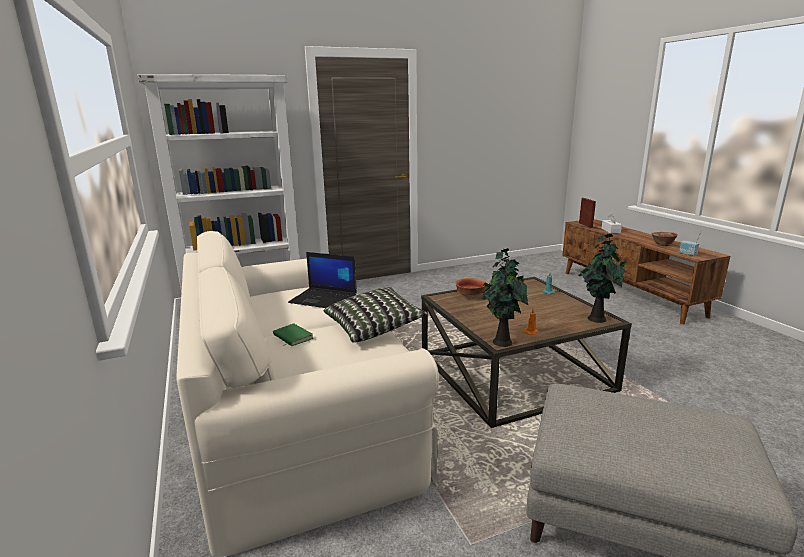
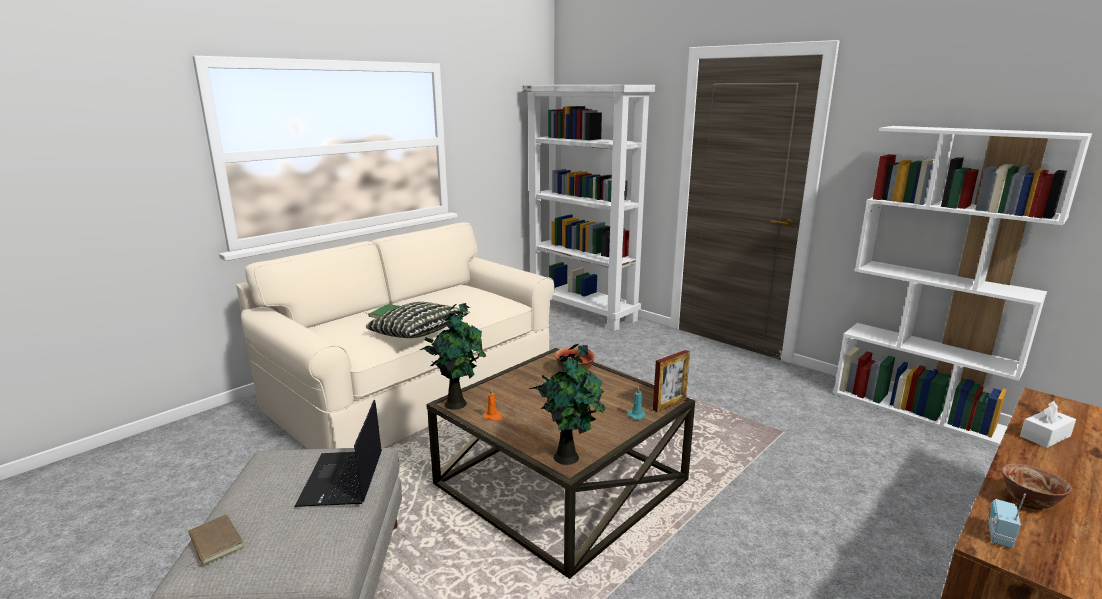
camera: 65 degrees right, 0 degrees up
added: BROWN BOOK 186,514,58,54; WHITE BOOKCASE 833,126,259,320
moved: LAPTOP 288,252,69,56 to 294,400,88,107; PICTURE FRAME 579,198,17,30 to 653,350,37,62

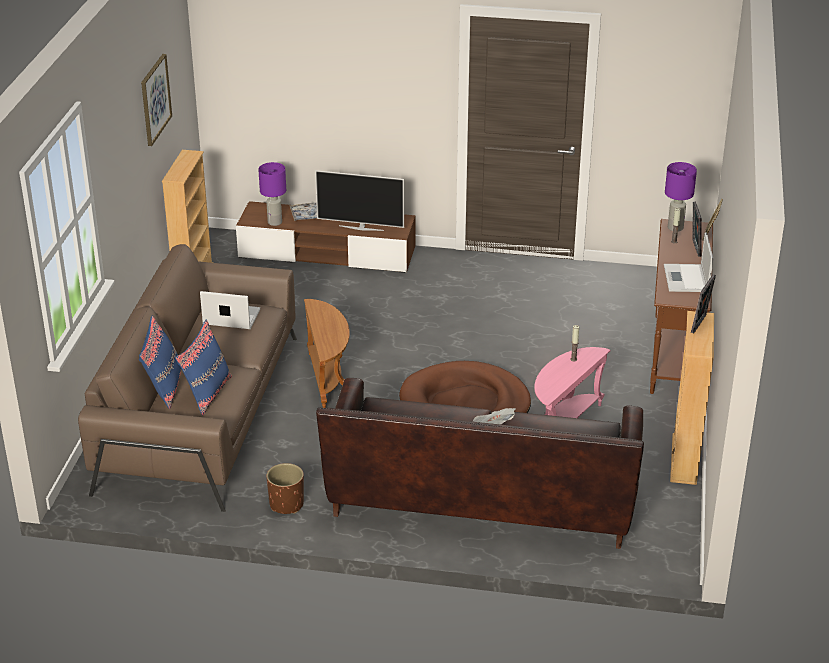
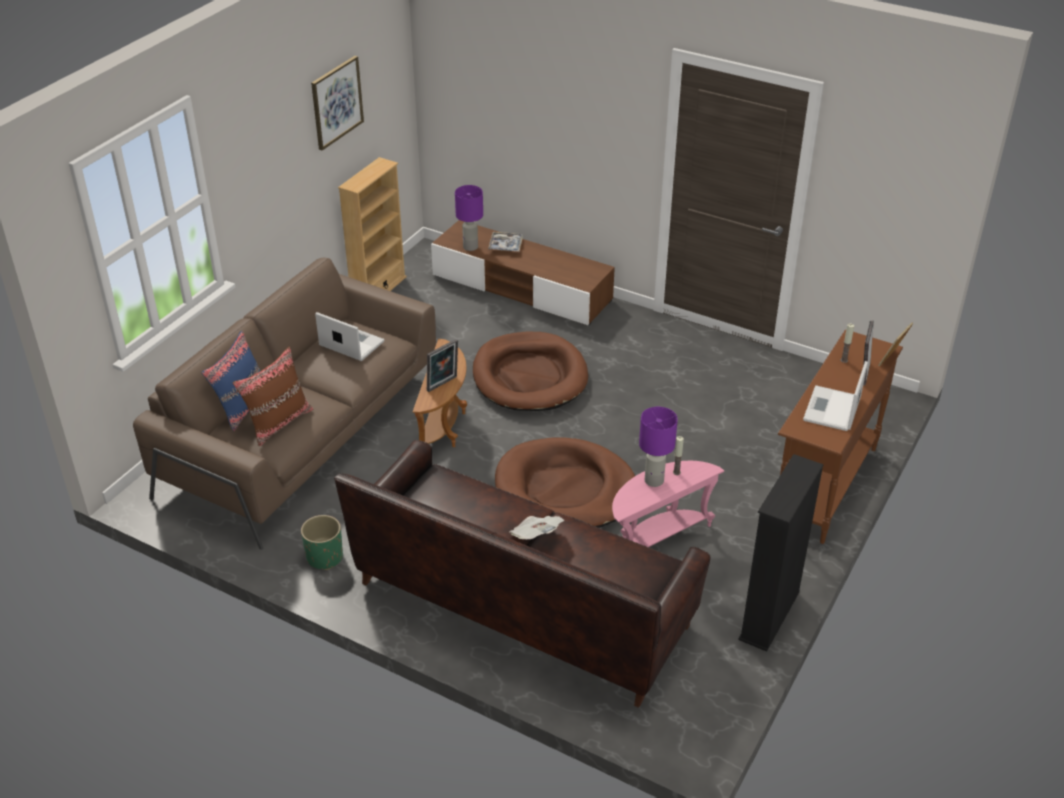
camera: 20 degrees right, 5 degrees up
removed: TELEVISION 315,170,89,61
added: BROWN DOG BED 473,331,115,80
moved: PICTURE FRAME 691,274,25,60 to 427,339,31,53; PURPLE TABLE LAMP 665,162,32,69 to 639,407,39,80
recoloured: BLUE PILLOW 175,320,57,95 to BROWN PILLOW 233,347,81,99; BROWN PLANTER 266,463,38,51 to GREEN PLANTER 301,515,42,55; BEIGE BOOKCASE 670,311,44,174 to BLACK BOOKCASE 738,454,86,198

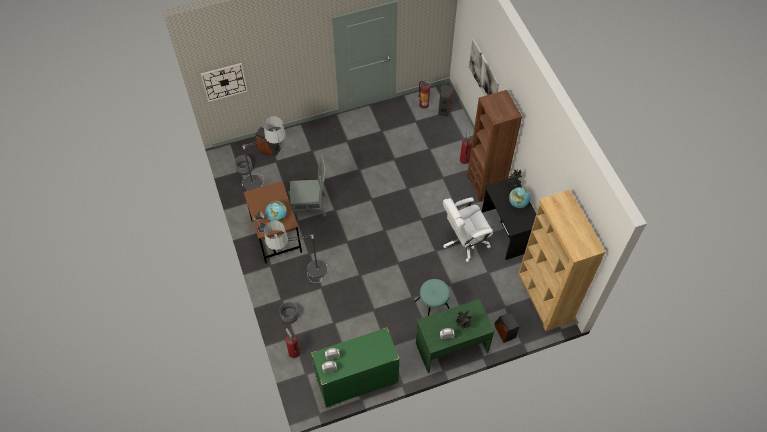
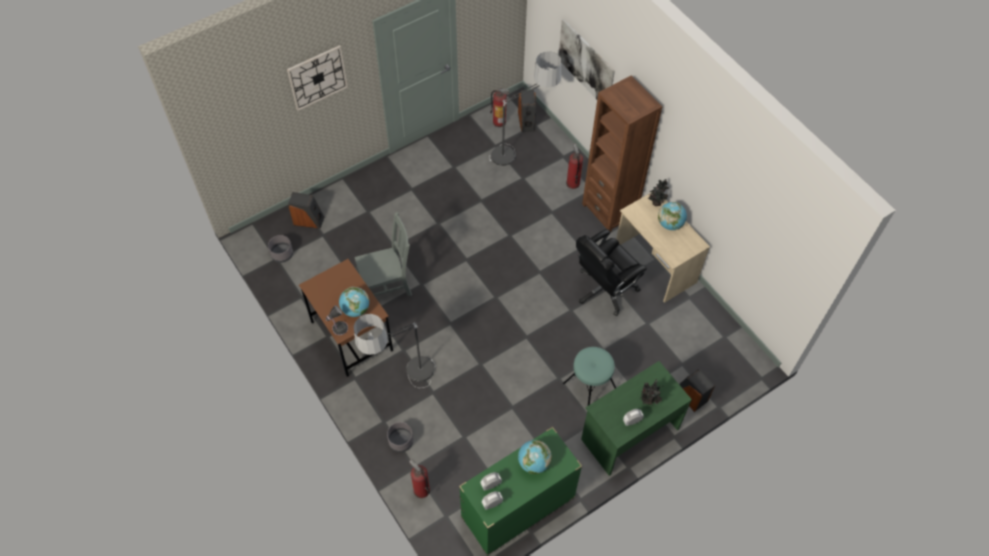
camera: 15 degrees left, 0 degrees up
removed: BROWN BOOKCASE 518,190,88,141
added: GLOBE 518,440,34,34
moved: WALL CLOCK 201,63,47,39 to 287,45,61,66; FLOOR LAMP 242,116,44,75 to 489,52,73,114
recoloured: WHITE OFFICE CHAIR 443,197,50,65 to BLACK OFFICE CHAIR 576,229,71,87; BLACK DESK 482,178,54,82 to BEIGE DESK 616,192,94,111

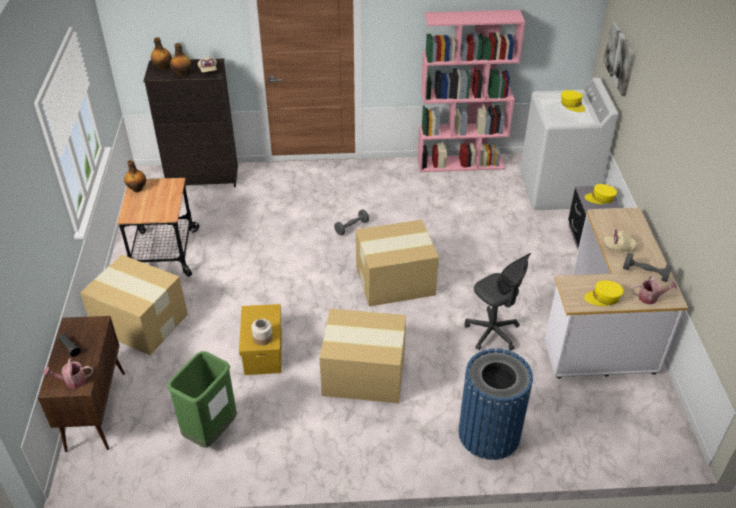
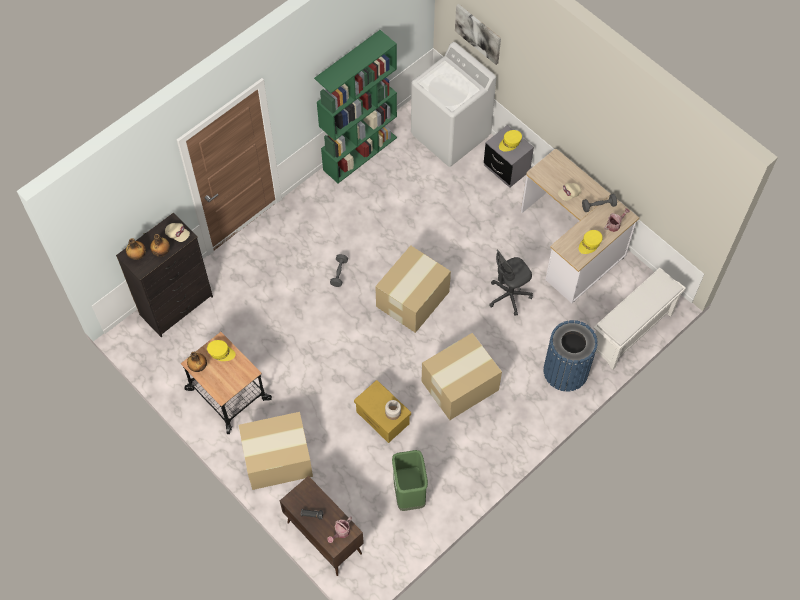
camera: 40 degrees left, 20 degrees up
added: WHITE SHOE RACK 593,268,93,102
moved: YELLOW CAP 561,90,24,22 to 207,340,29,21
recoloured: PINK BOOKCASE 418,10,107,162 to GREEN BOOKCASE 314,30,83,153
turned: GREY OFFICE CHAIR 464,253,67,98 = 489,250,44,66 135 degrees clockwise

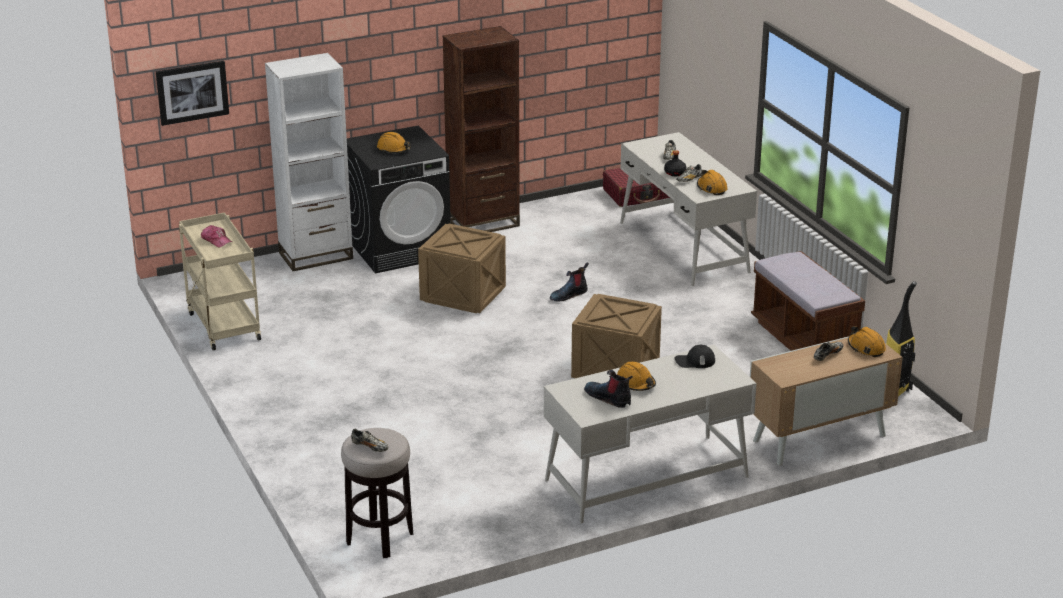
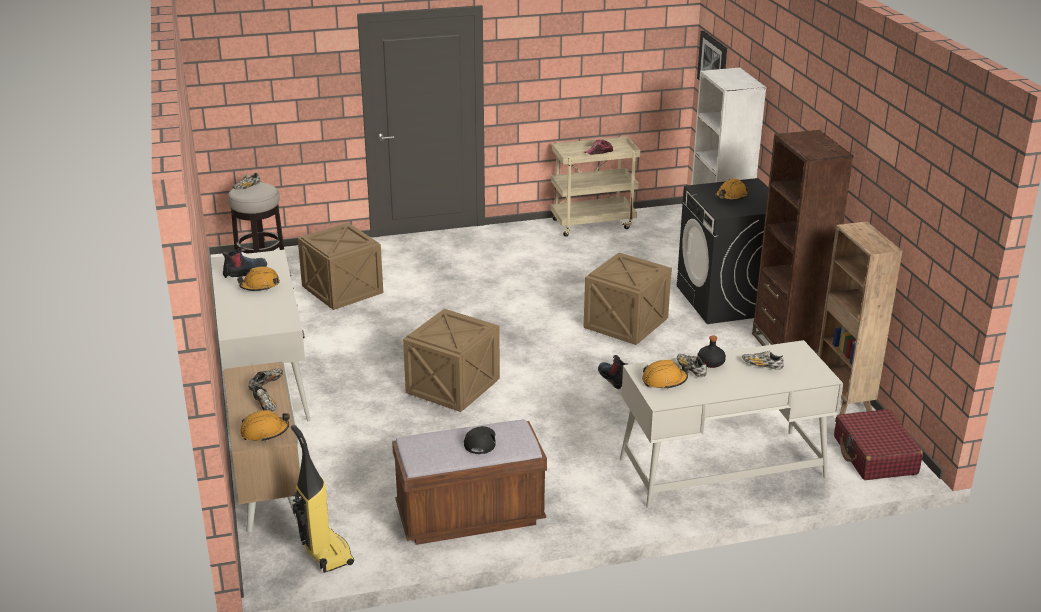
camera: 100 degrees right, 0 degrees up
added: SHOE 248,368,35,23; CRATE 298,223,85,87; BROWN BOOKCASE 818,221,84,193
moved: BLACK CAP 675,345,40,23 to 464,426,32,28

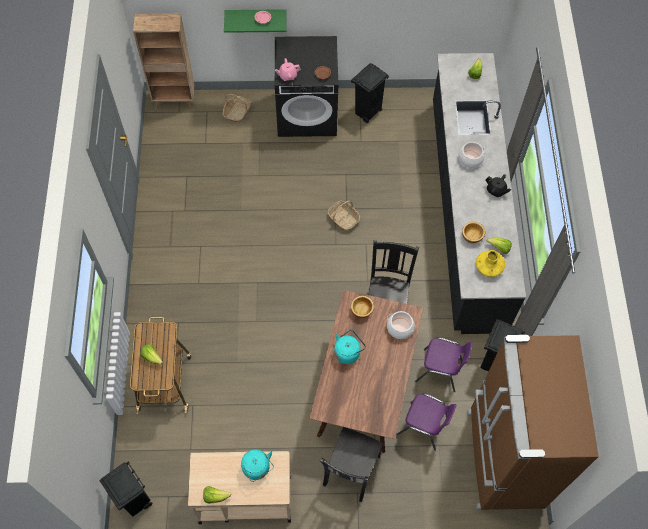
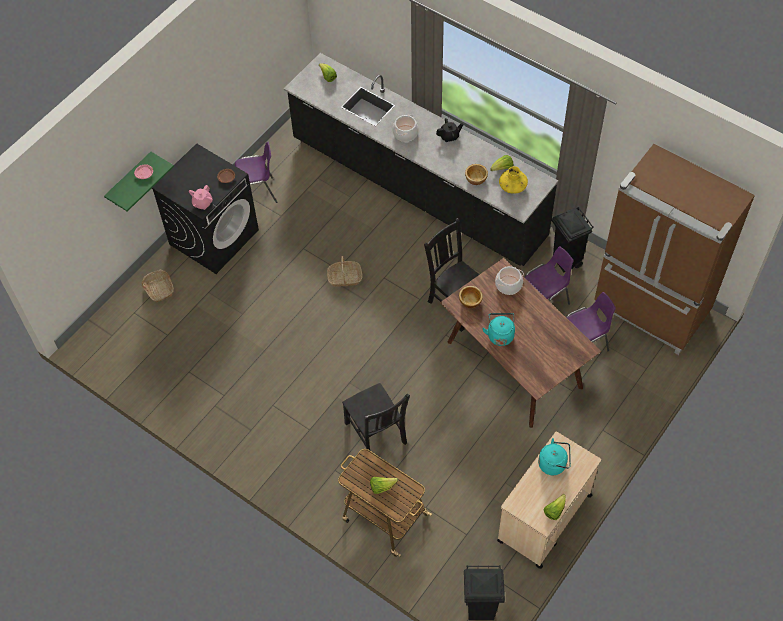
camera: 50 degrees left, 5 degrees down
removed: BROWN BOOKCASE 133,14,61,96
moved: BLACK CHAIR 320,427,63,75 to 342,383,68,78
replaced: BLACK TRASH CAN 351,63,38,60 to PURPLE CHAIR 235,142,42,61

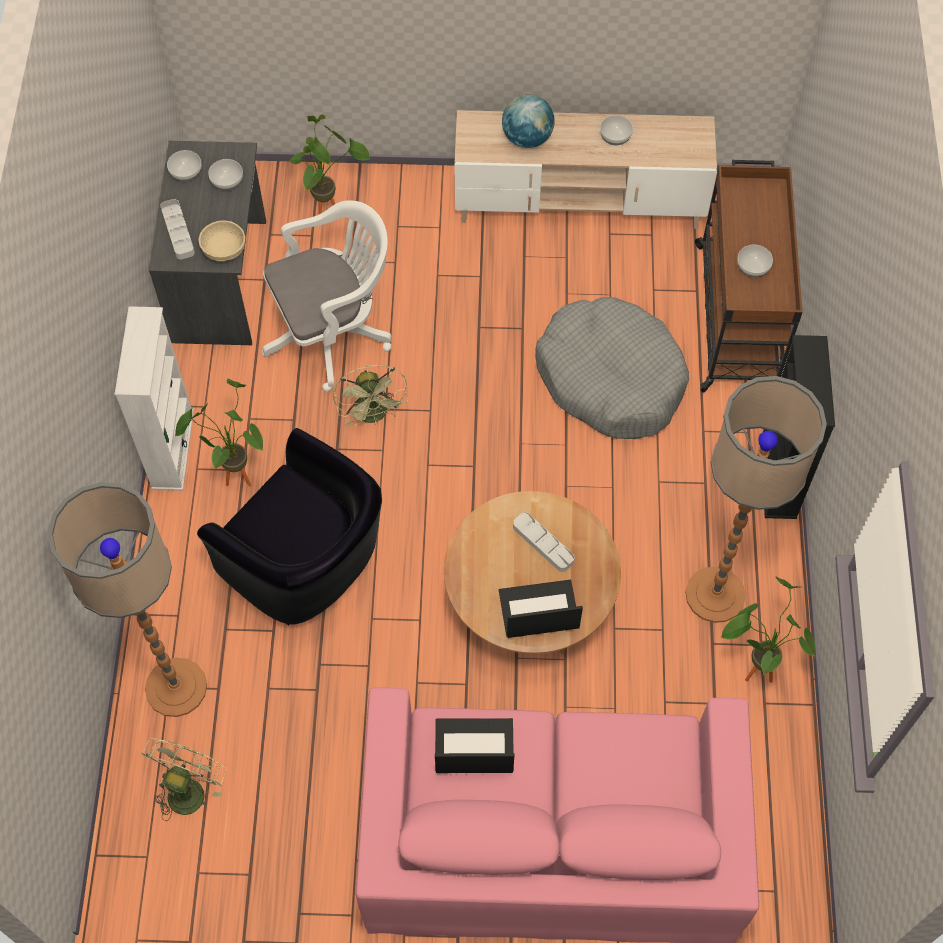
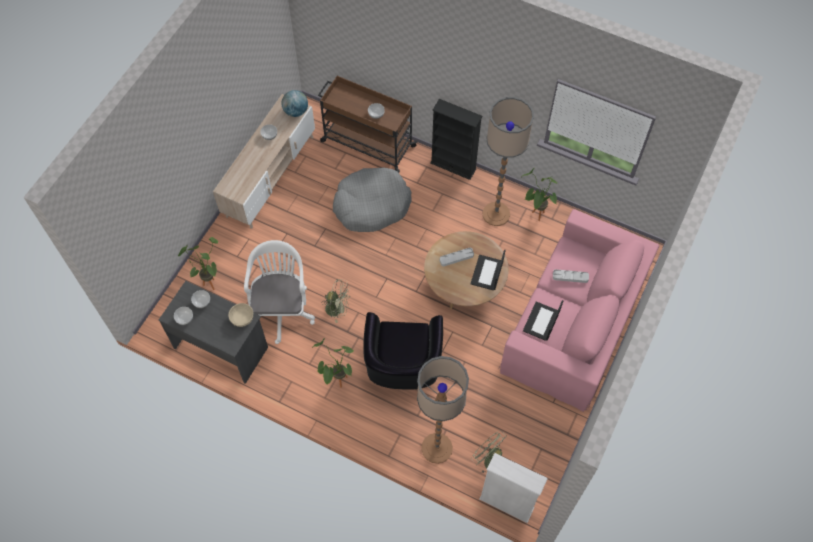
camera: 65 degrees left, 0 degrees up
moved: GLOBE 502,94,52,54 to 282,90,26,27; WHITE BOOKCASE 115,306,79,185 to 479,453,69,70; GREY TRAY 160,199,35,60 to 553,269,36,14
turned: BLACK ARMCHAIR 197,428,185,198 = 363,312,80,78 120 degrees clockwise

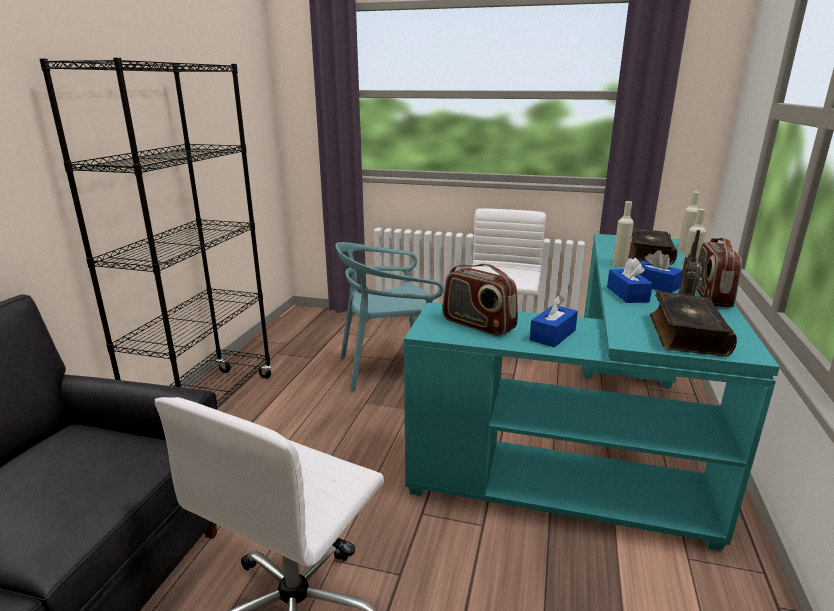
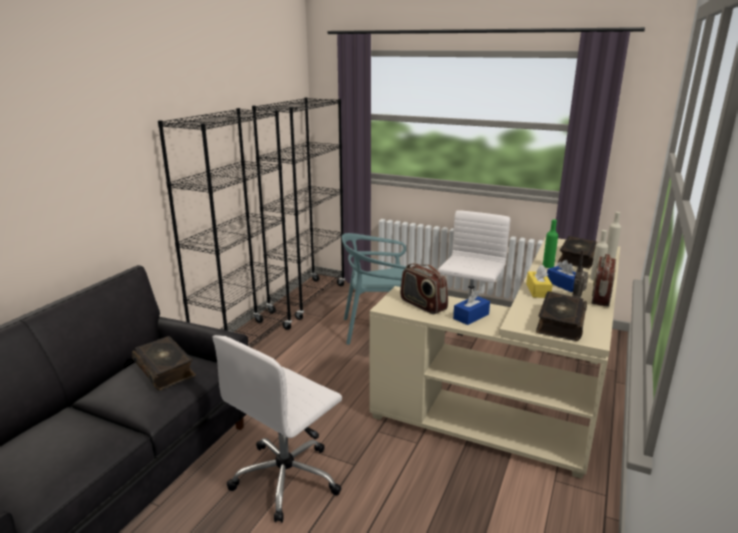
camera: 10 degrees right, 0 degrees up
added: BOOK 132,336,64,54; BLACK BOOKCASE 252,97,93,223
recoloured: TURQUOISE DESK 404,234,376,317 to BEIGE DESK 370,237,250,242; BLUE TISSUE BOX 607,257,46,46 to YELLOW TISSUE BOX 526,265,27,33; BEIGE BOTTLE 612,201,22,66 to GREEN BOTTLE 543,219,15,49

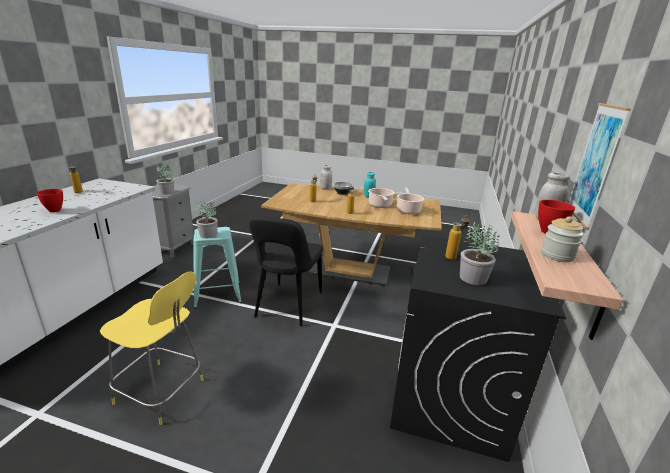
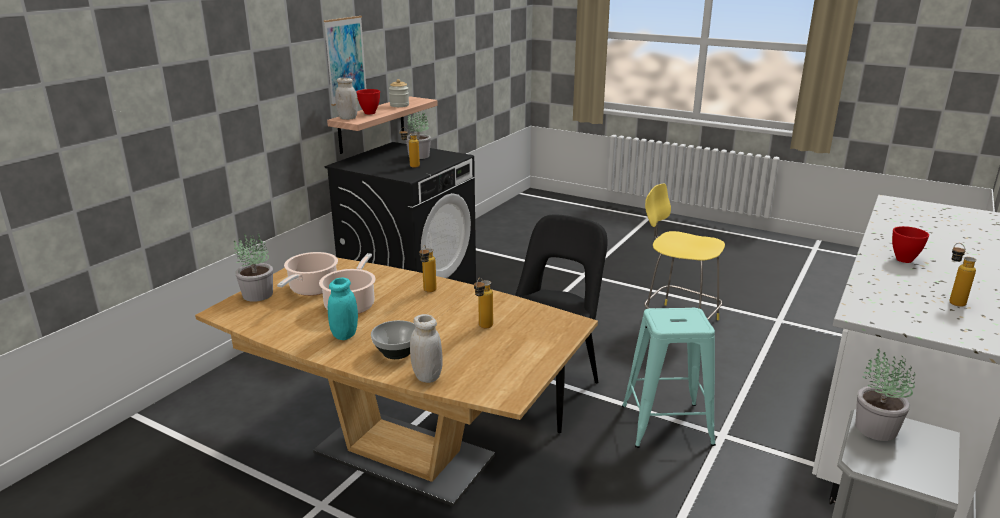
camera: 165 degrees left, 0 degrees up
moved: POTTED PLANT 196,202,22,36 to 234,234,39,68

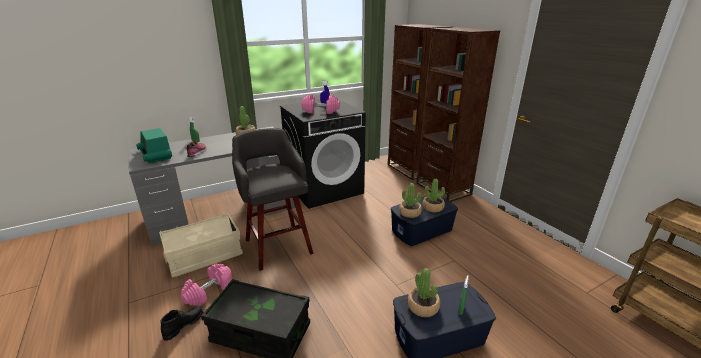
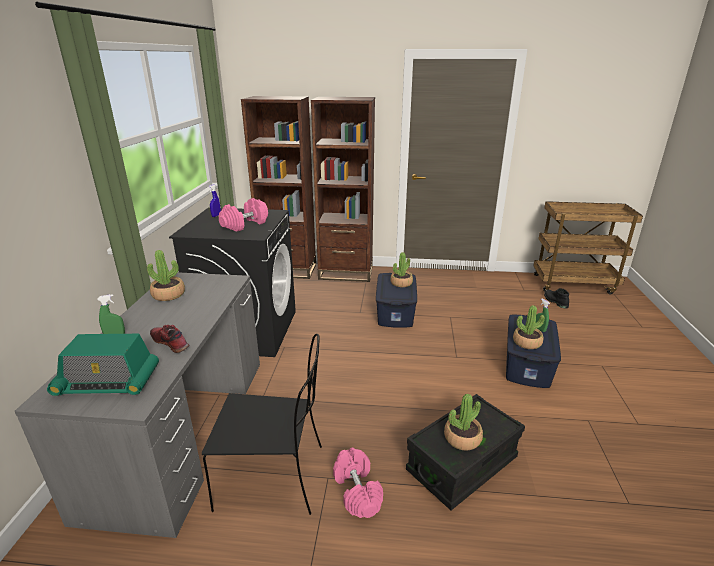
camera: 55 degrees left, 0 degrees up
removed: GREY STOOL 232,128,81,143
moved: POTTED PLANT 399,183,23,35 to 444,394,39,57; BLACK BOOT 160,306,44,35 to 544,288,25,20
replaced: BEIGE STORAGE BOX 159,213,84,64 to BLACK CHAIR 202,334,120,181

